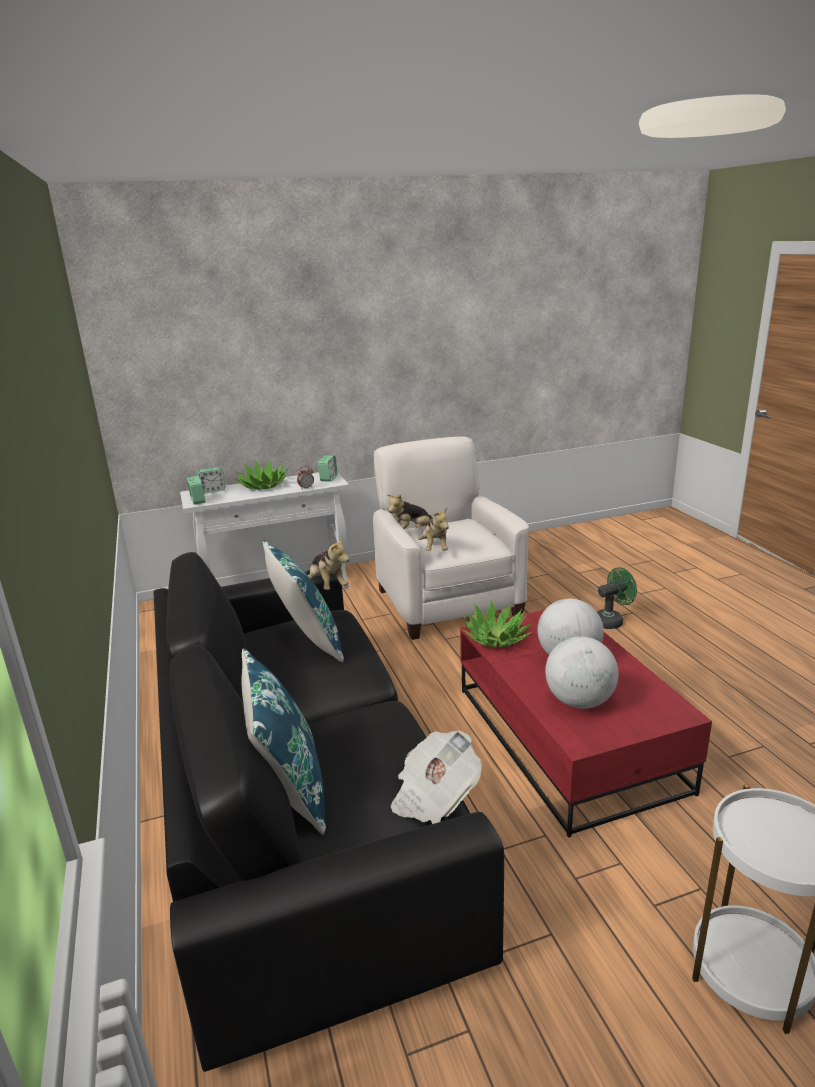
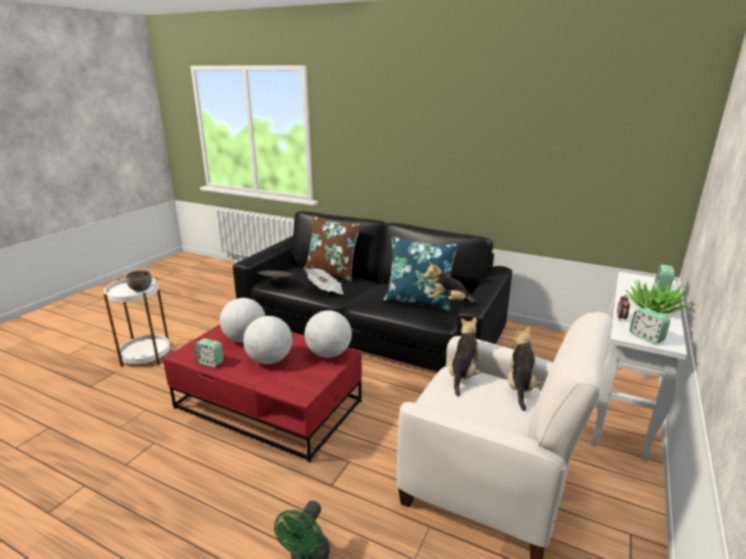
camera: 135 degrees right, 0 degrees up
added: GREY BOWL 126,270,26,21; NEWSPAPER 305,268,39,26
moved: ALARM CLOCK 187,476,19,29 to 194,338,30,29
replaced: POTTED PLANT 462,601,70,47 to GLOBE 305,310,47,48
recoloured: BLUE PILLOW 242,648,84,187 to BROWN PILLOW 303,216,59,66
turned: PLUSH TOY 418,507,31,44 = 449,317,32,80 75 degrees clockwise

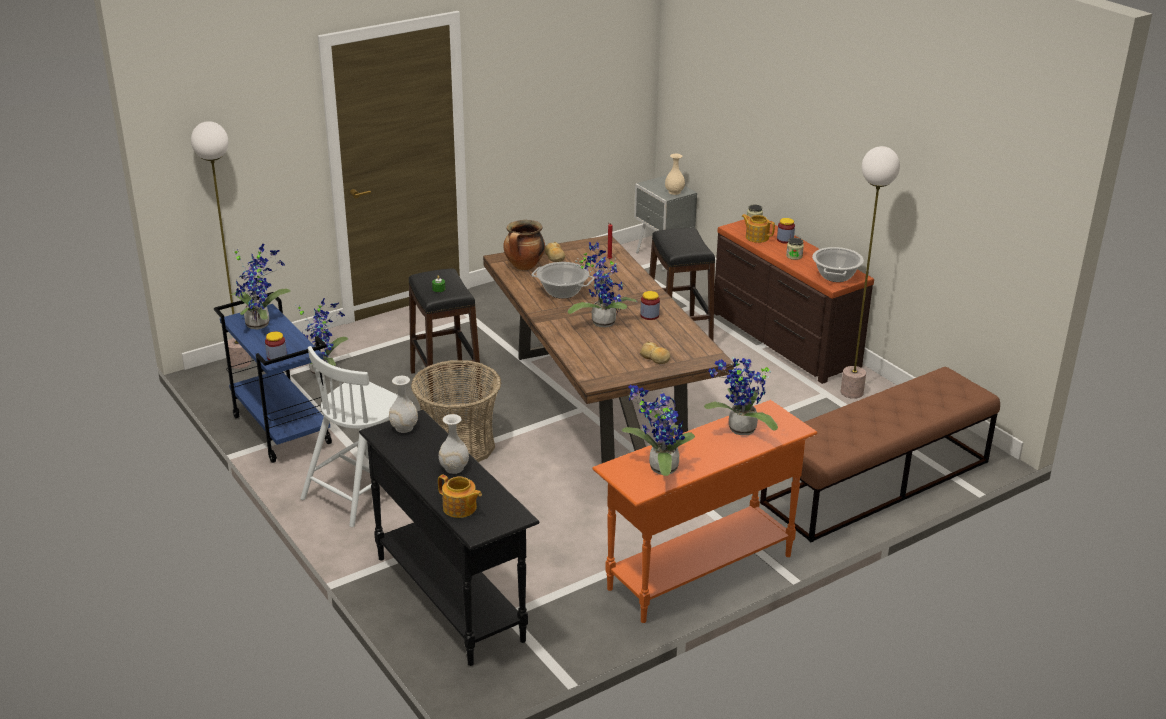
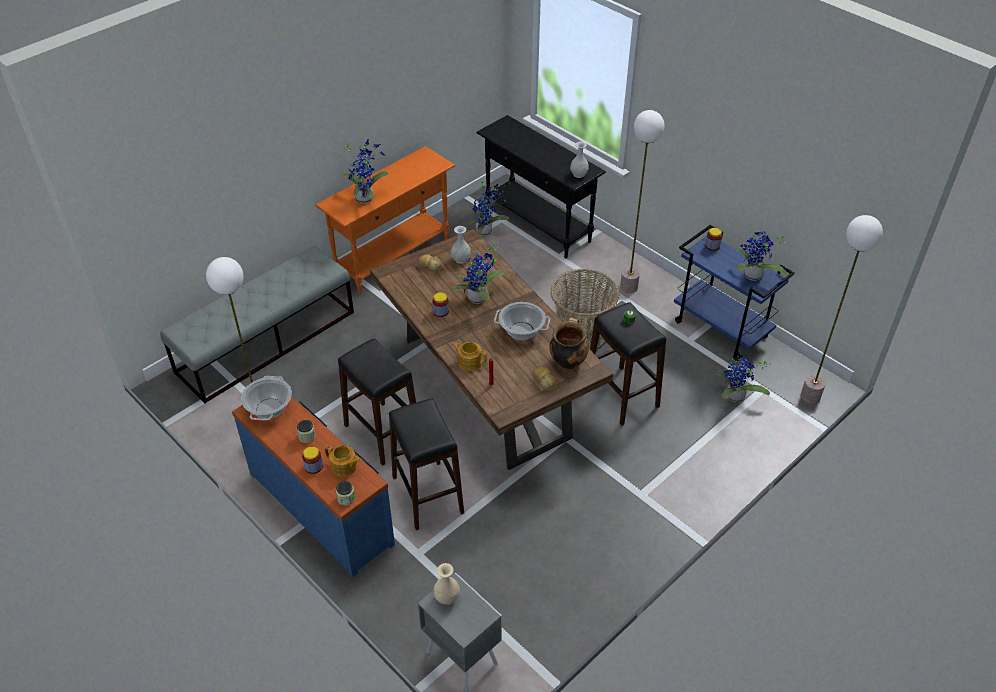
camera: 170 degrees right, 15 degrees up
added: BLACK STOOL 338,339,78,127
moved: WHITE VASE 439,414,30,60 to 451,226,20,38; TEAPOT 438,474,44,44 to 452,342,35,29; POTTED PLANT 621,385,74,91 to 468,178,41,58
replaced: WHITE CHAIR 300,346,113,181 to FLOOR LAMP 620,110,44,183
recoloured: BROWN BENCH 760,367,240,175 to GREY BENCH 160,246,194,158; BROWN DRESSER 714,220,160,164 to BLUE DRESSER 232,396,163,181

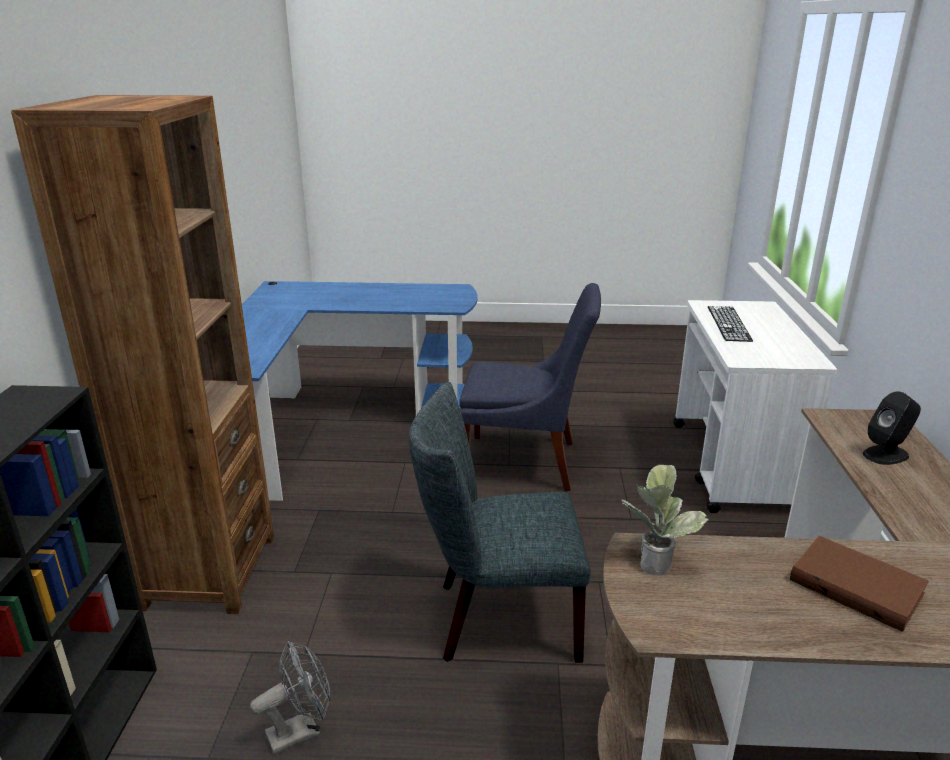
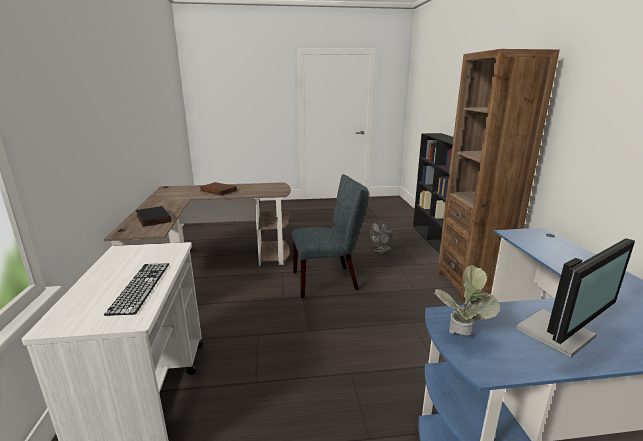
camera: 170 degrees right, 5 degrees down
removed: BLUE CHAIR 460,283,141,208
added: MONITOR 515,238,120,120
moved: POTTED PLANT 622,465,86,110 to 434,265,66,71
replaced: BLACK SPEAKER 863,392,58,73 to BLACK BOOK 136,206,35,21

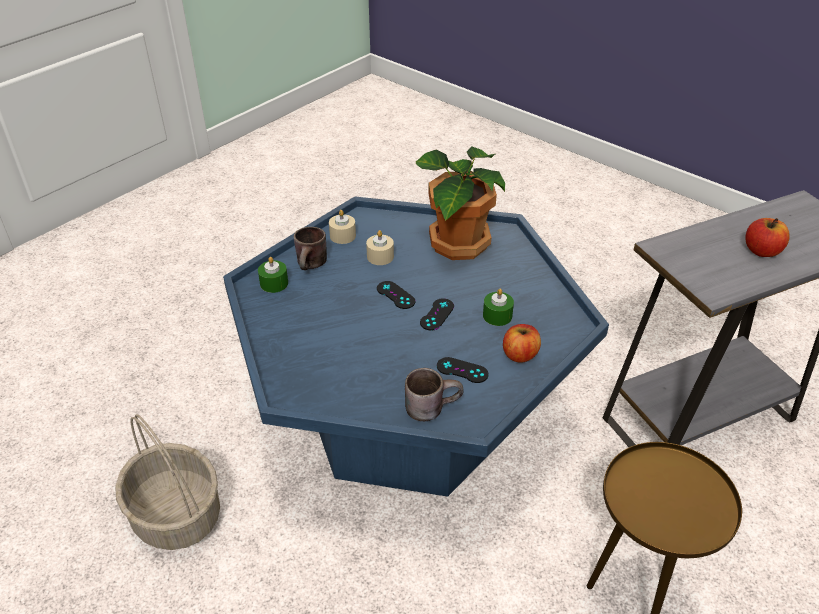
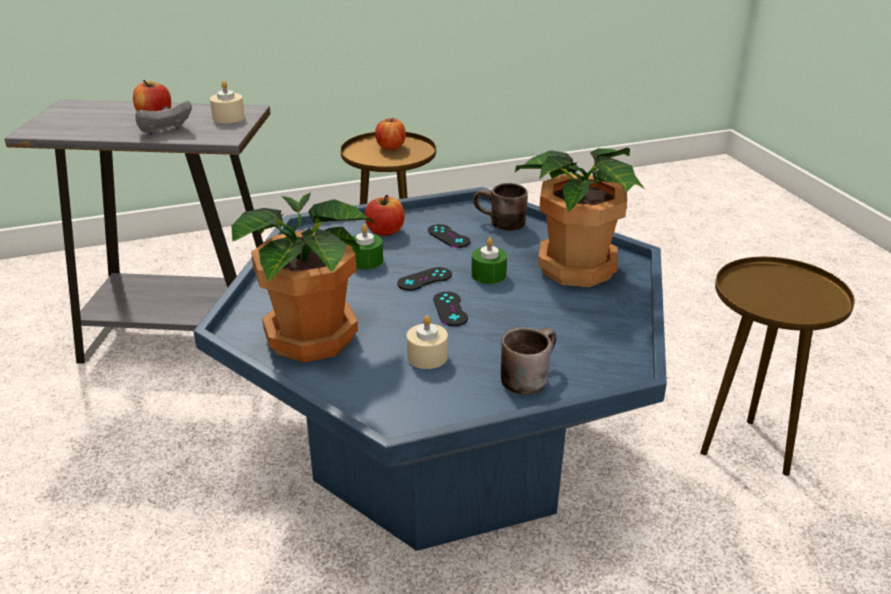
camera: 150 degrees left, 10 degrees down
added: GREY GAME CONTROLLER 135,100,57,34; APPLE 375,118,31,32; POTTED PLANT 515,148,130,139
moved: BEIGE CANDLE 329,210,27,34 to 210,81,35,42; GREEN CANDLE 258,257,30,36 to 471,238,36,46
replaced: BASKET 115,414,105,136 to BROWN SIDE TABLE 700,257,155,219

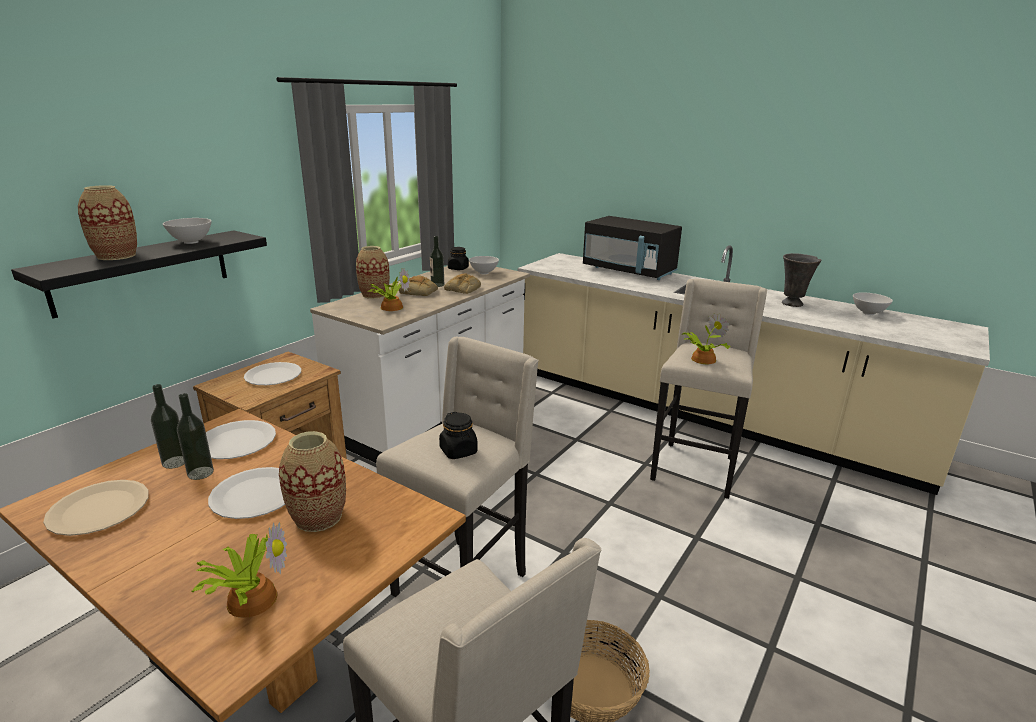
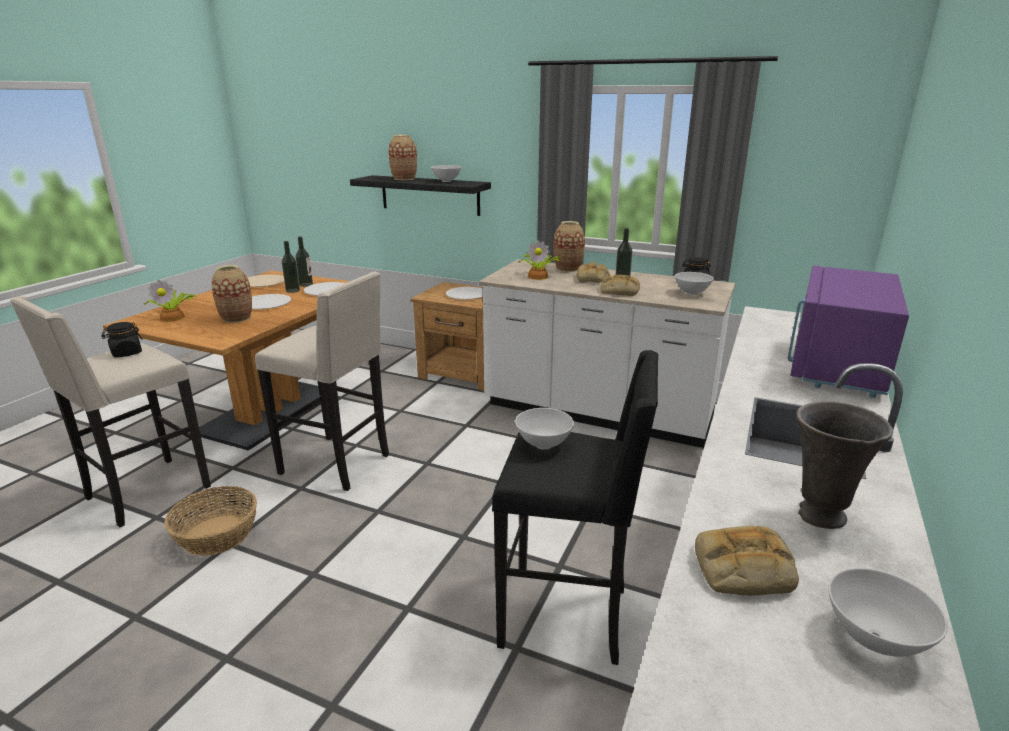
camera: 80 degrees right, 0 degrees up
added: BREAD 695,526,104,70
moved: BLACK JAR 439,412,39,47 to 101,322,42,36
replaced: POTTED PLANT 681,313,50,51 to WHITE BOWL 515,408,59,41
recoloured: BEIGE STOOL 650,279,117,220 to BLACK STOOL 492,350,166,315; BLACK MICROWAVE 583,216,99,64 to PURPLE MICROWAVE 788,266,121,132

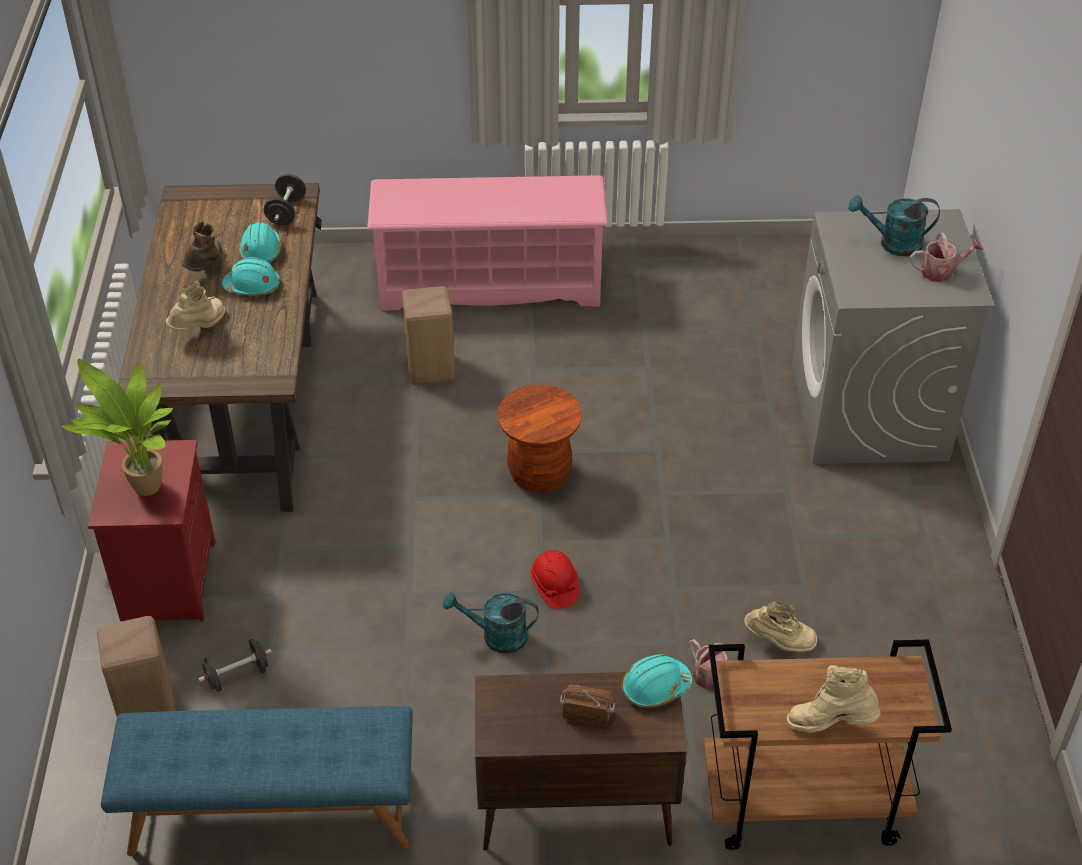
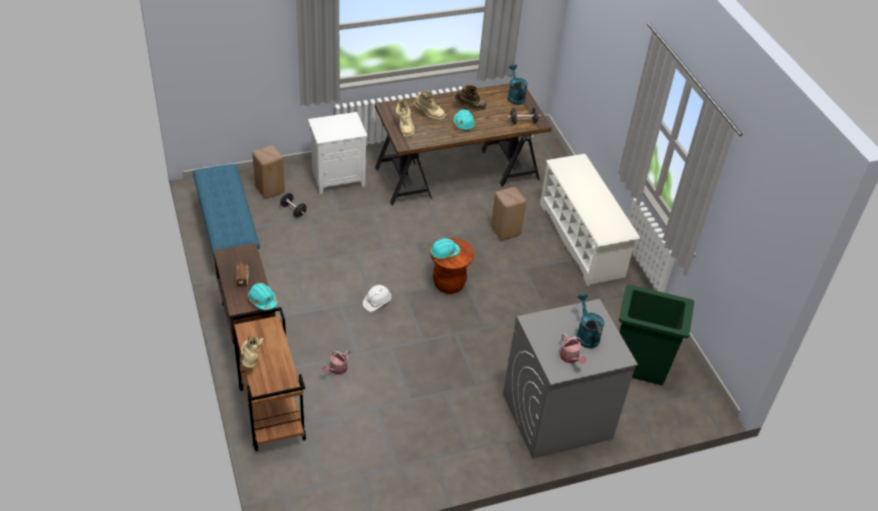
camera: 70 degrees right, 0 degrees up
removed: POTTED PLANT 62,359,112,137
added: GREEN TRASH CAN 619,284,75,102
moved: BEIGE BOOT 744,601,73,51 to 396,100,18,37; TURQUOISE HARD HAT 239,222,42,40 to 430,238,30,21; TURQUOISE WATERING CAN 443,592,96,62 to 507,64,21,41
recoloured: RED NIGHTSTAND 88,440,127,182 to WHITE NIGHTSTAND 308,112,60,82; RED HARD HAT 530,550,49,59 to WHITE HARD HAT 363,285,28,27; PINK SHOE RACK 367,175,241,136 to WHITE SHOE RACK 540,154,100,132

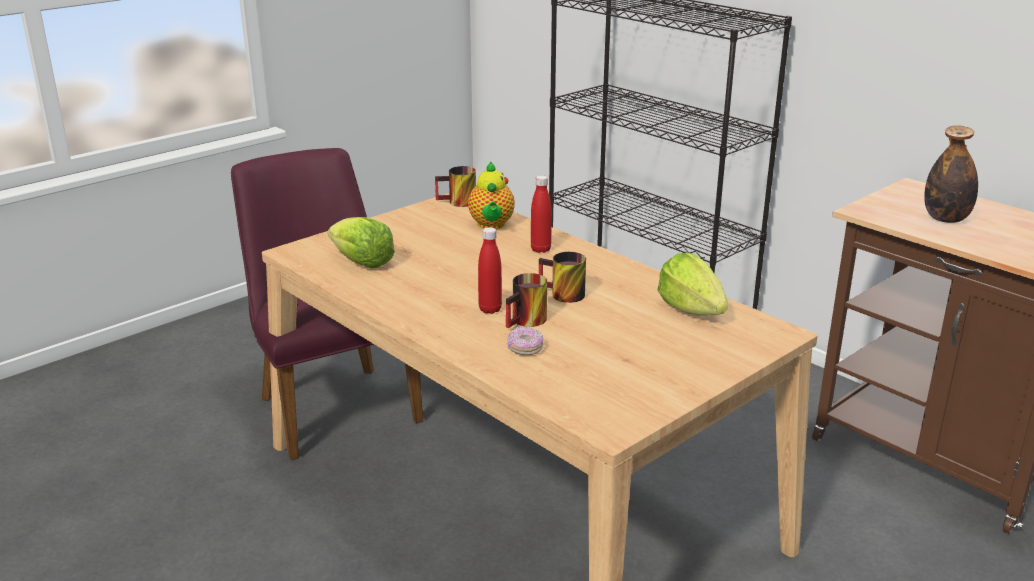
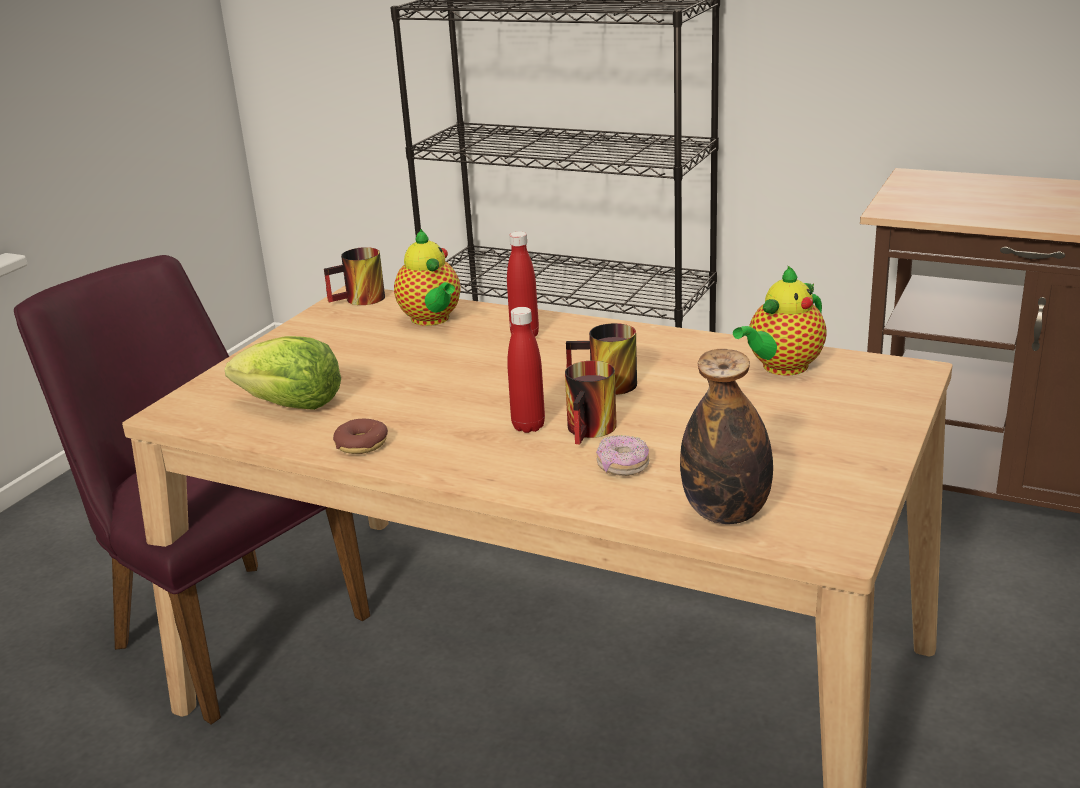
camera: 20 degrees left, 0 degrees up
added: DONUT 333,418,55,36
moved: BOTTLE 924,125,54,98 to 680,349,93,175
replaced: LETTUCE 657,253,71,63 to TEAPOT 733,266,94,110

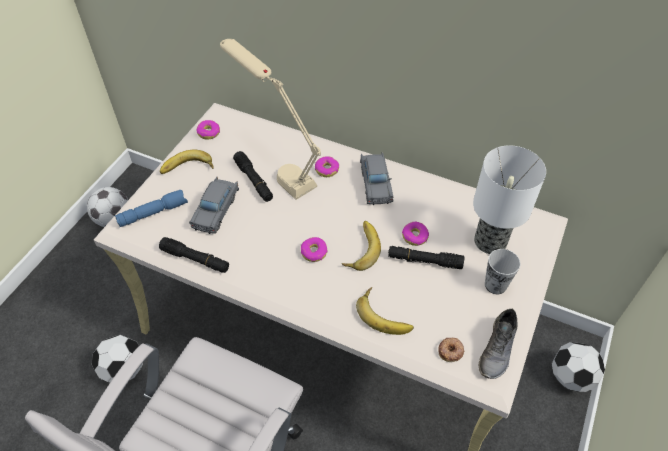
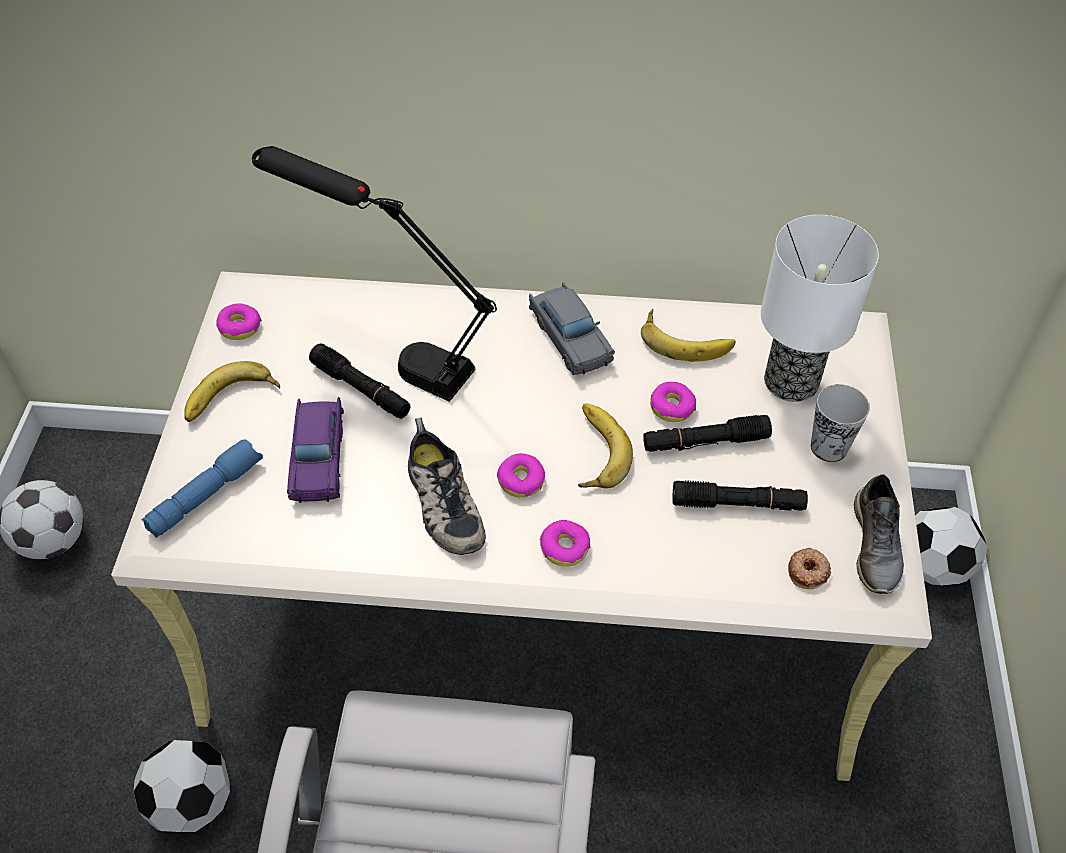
camera: 20 degrees left, 0 degrees up
added: SHOE 408,417,78,138
moved: DONUT 315,156,24,21 to 540,520,50,47; BANANA 356,287,58,48 to 641,309,94,53; BLACK FLASHLIGHT 159,237,70,36 to 672,480,136,31
recoloured: BEIGE TABLE LAMP 220,39,101,161 to BLACK TABLE LAMP 252,146,245,256; GREY TOY CAR 189,177,50,57 to PURPLE TOY CAR 287,397,57,106

